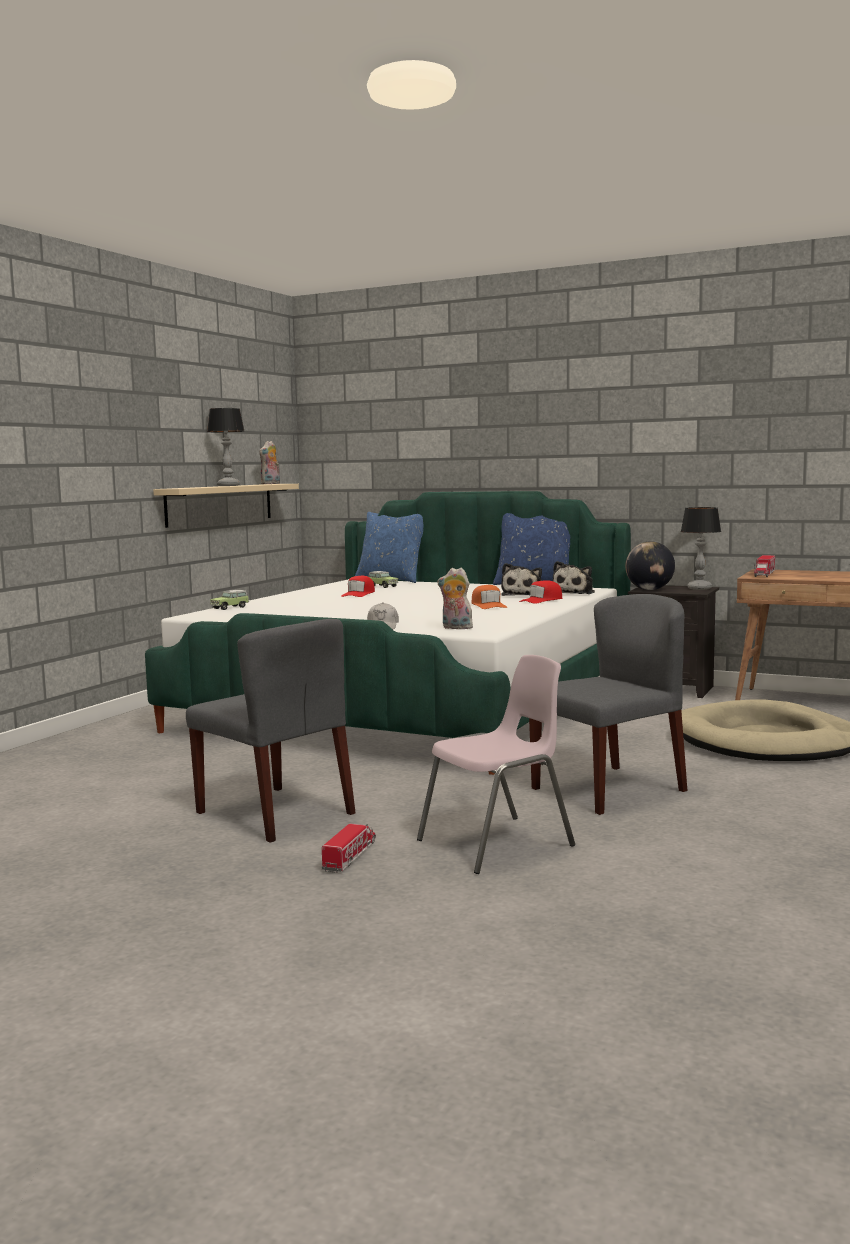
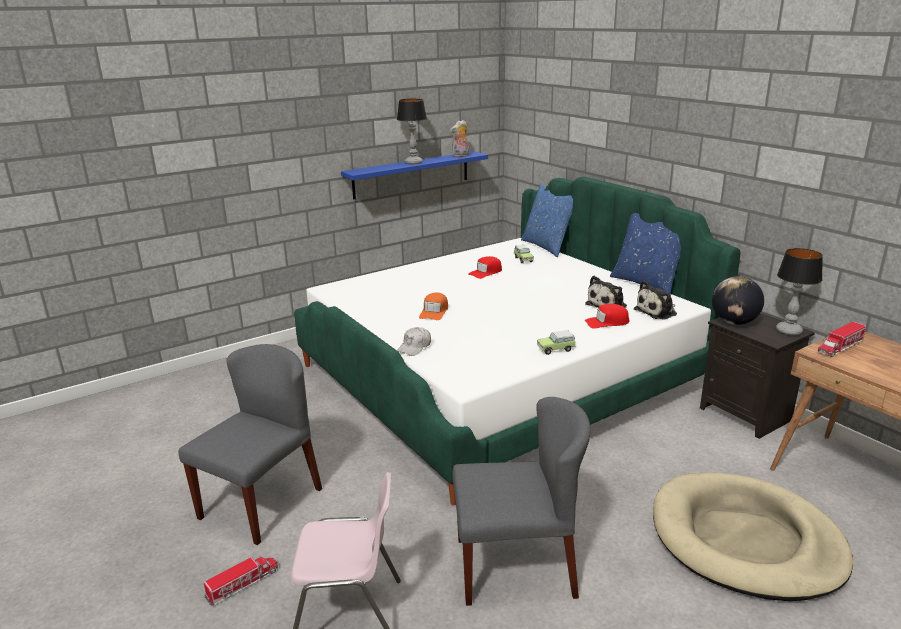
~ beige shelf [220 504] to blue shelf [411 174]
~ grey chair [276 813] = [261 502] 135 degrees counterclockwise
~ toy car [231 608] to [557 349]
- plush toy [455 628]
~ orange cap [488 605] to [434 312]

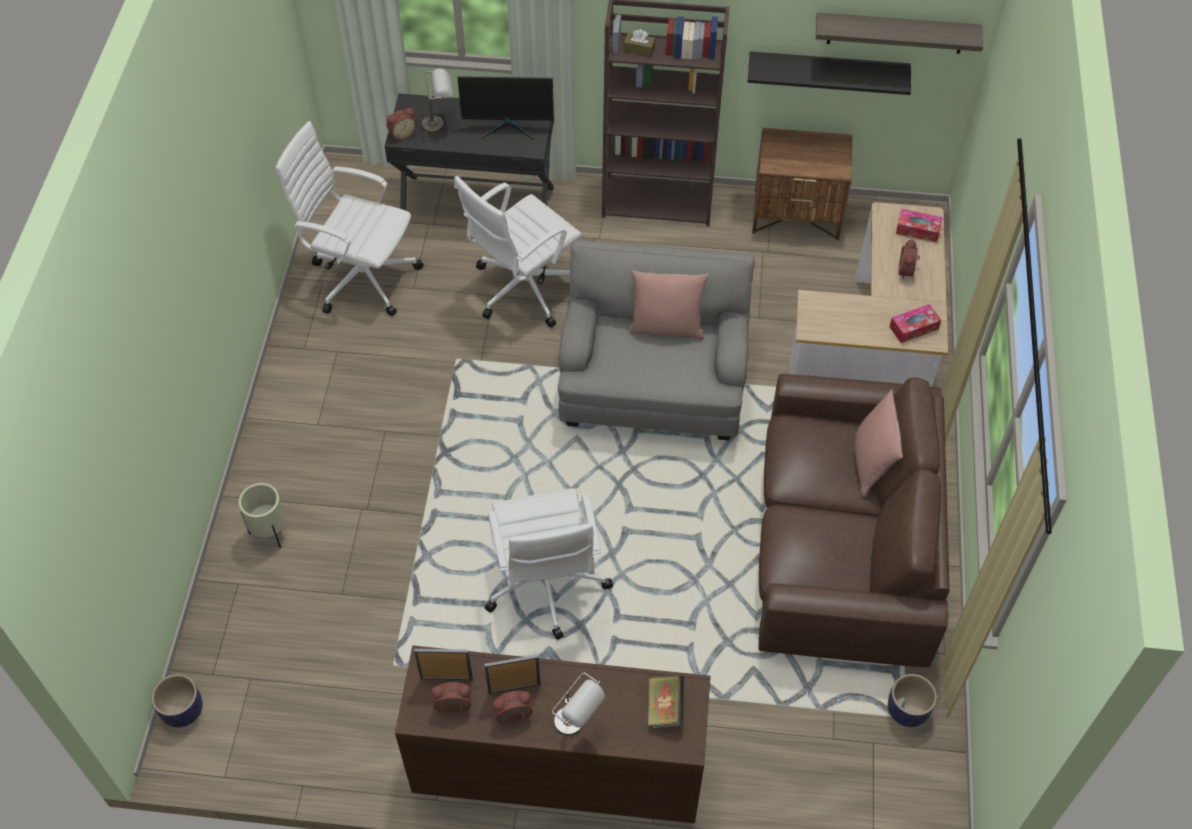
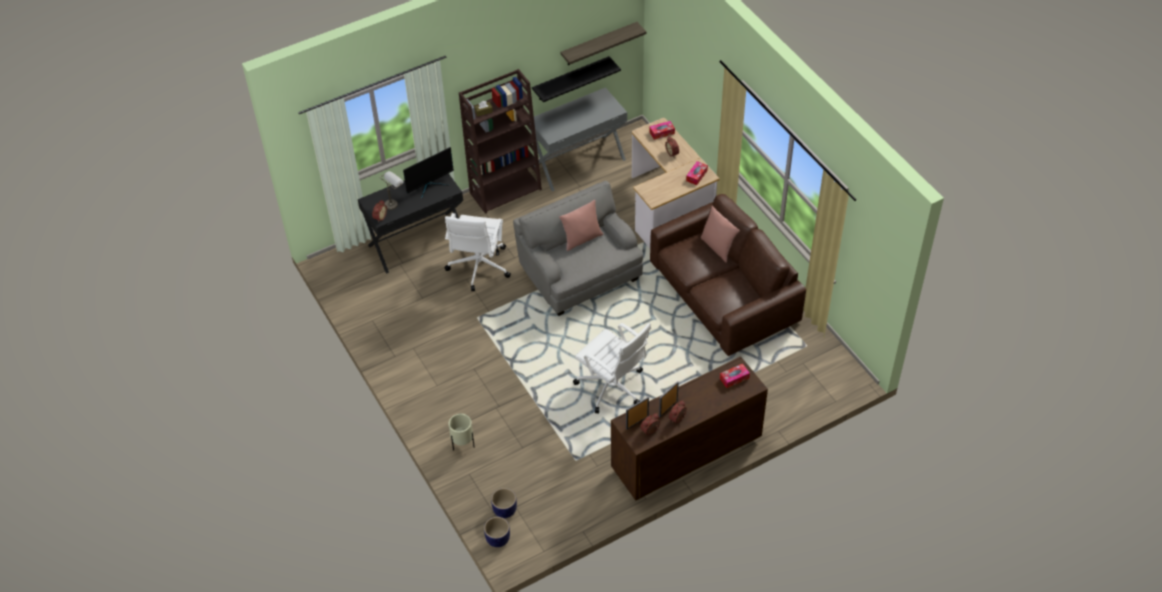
- white office chair [361 276]
- grey table lamp [577 727]
~ book [665 708] to tissue box [734 378]
~ brown nightstand [797 215] to grey desk [578 162]
~ planter [907 711] to [505 510]

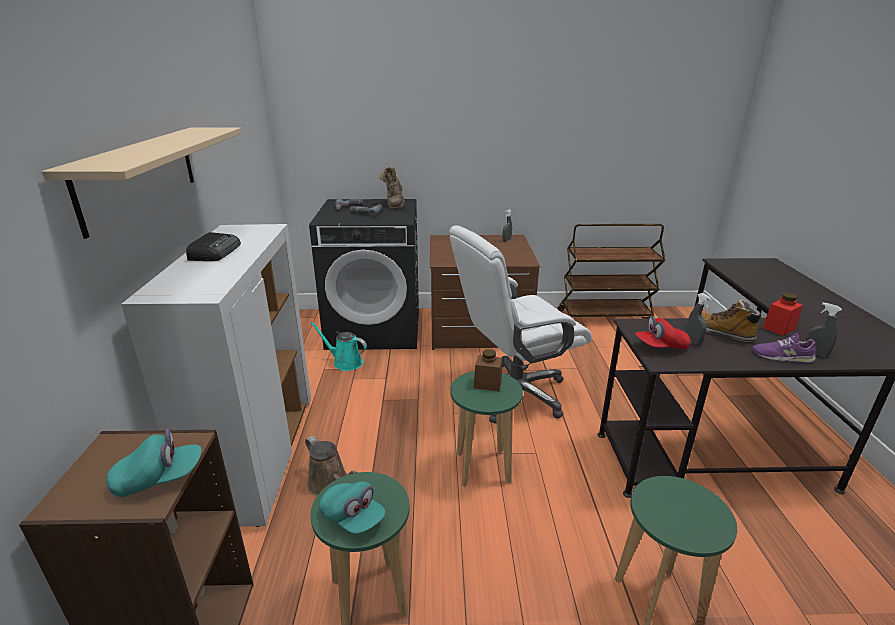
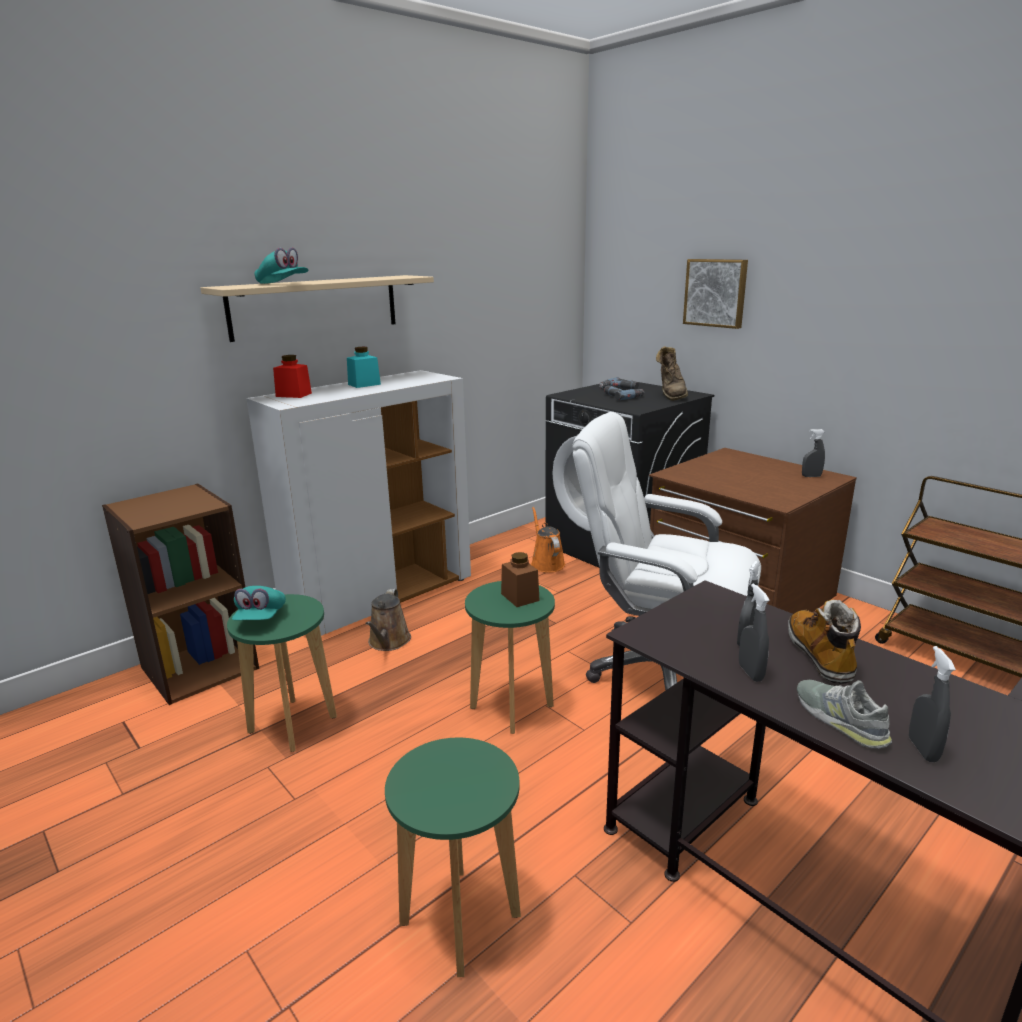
~ turquoise cap [159 478] to [282 284]
~ radio [215 252] to turquoise jar [364 384]
~ turquoise watering can [345 362] to orange watering can [546 563]
~ brown boot [394 205] = [671 395] 45 degrees counterclockwise
- red cap [660 347]
~ purple shoe [782 356] to grey shoe [840 719]
~ red jar [779 328] to [293 395]
+ picture [716 292]
+ grey spray bottle [750 673]

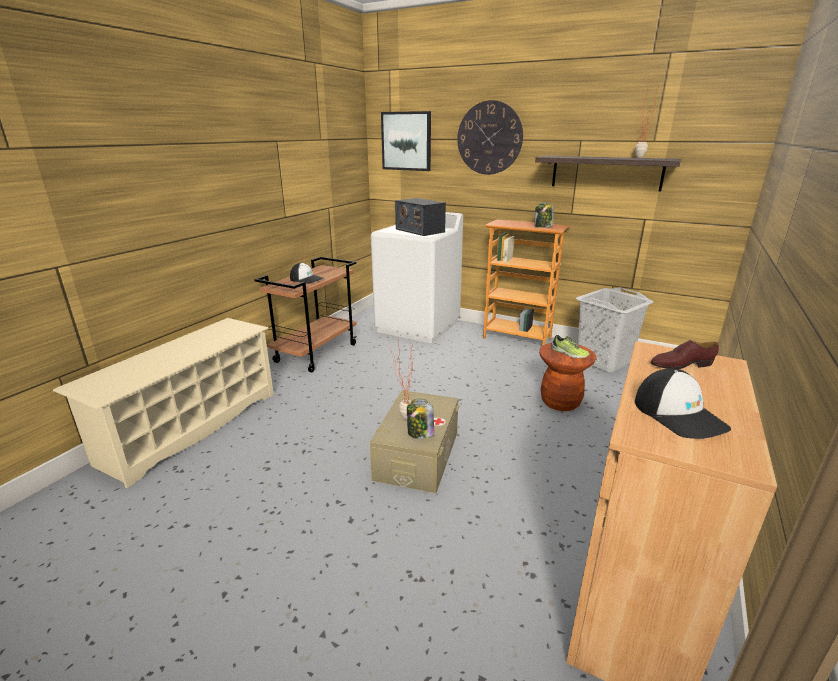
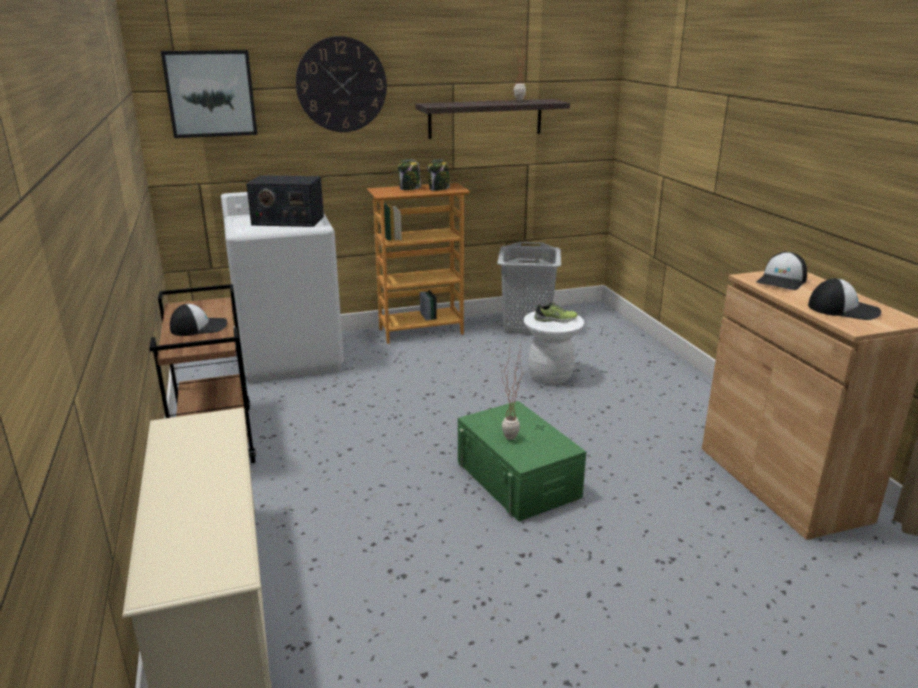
~ beige storage box [417 455] to green storage box [517 479]
~ jar [420 433] to [410 189]
~ brown stool [560 402] to white stool [550 376]
~ brown shoe [681 365] to cap [782 281]

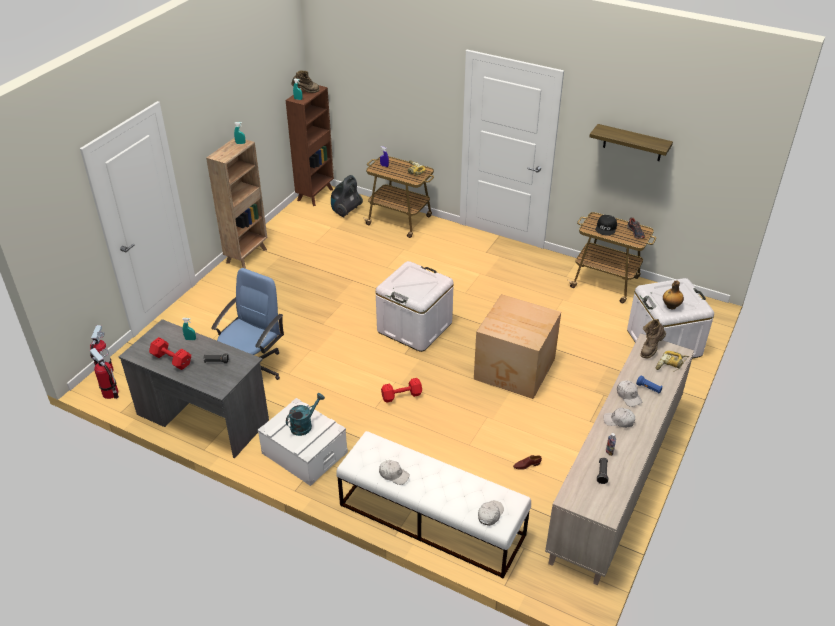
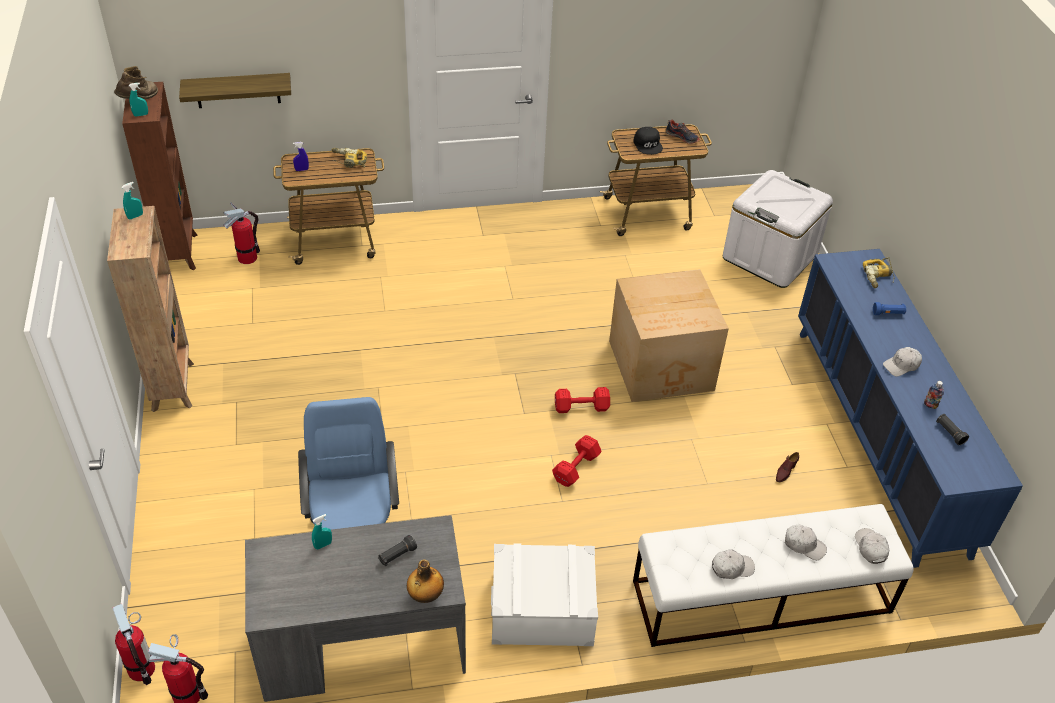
~ red dumbbell [171 359] to [580 407]
- turquoise watering can [304 425]
~ vacuum cleaner [345 211] to fire extinguisher [247 257]
- white storage box [414 327]
~ beige cabinet [616 481] to blue cabinet [879 436]
~ shelf [632 143] to [237 90]
~ white cap [628 396] to [804 545]
- brown boot [650 349]
~ bottle [670 306] to [425 596]

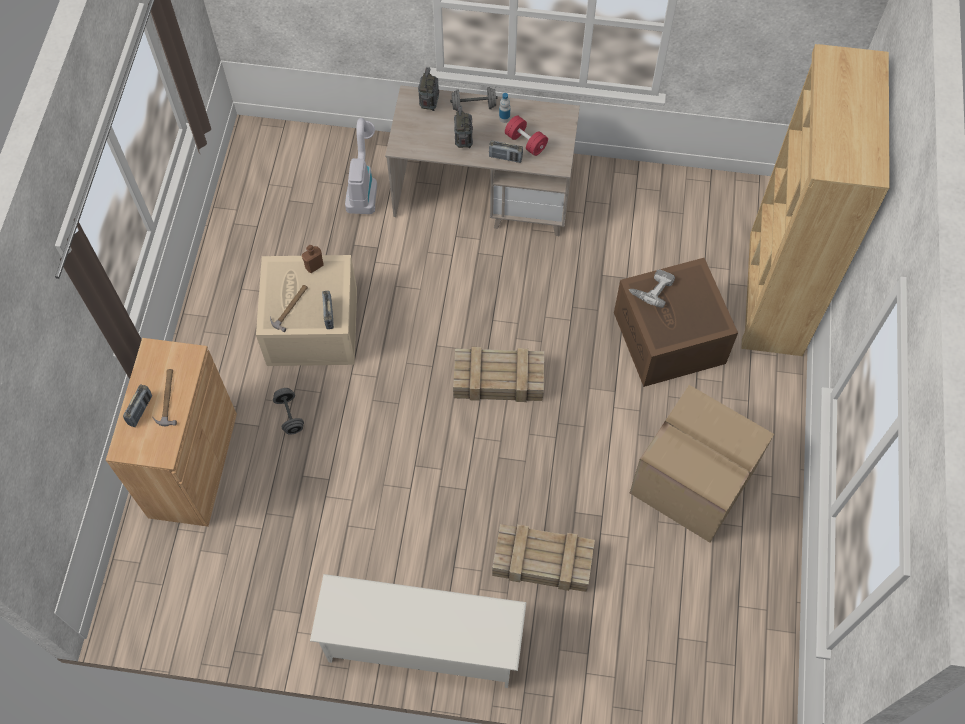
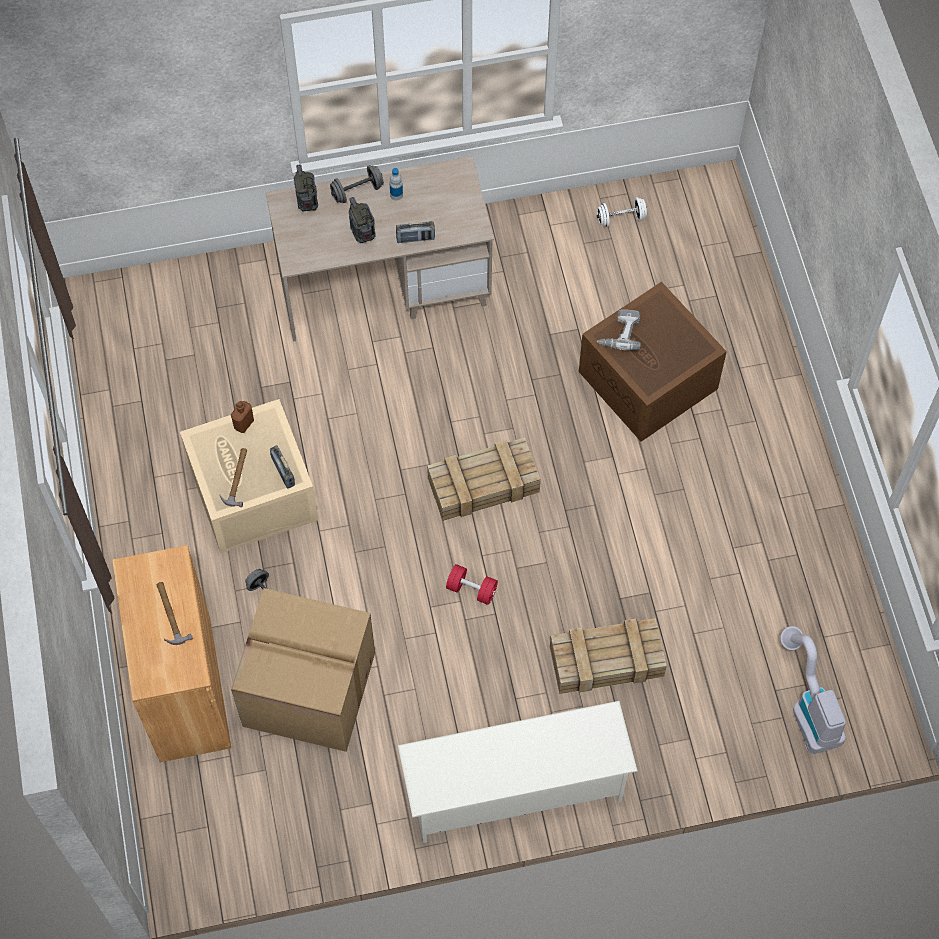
- radio [140 410]
~ vacuum cleaner [363 184] to [808 706]
~ red dumbbell [526 142] to [471 589]
~ cardboard box [690 482] to [307 690]
- brown bookcase [774 293]
+ white dumbbell [621 218]

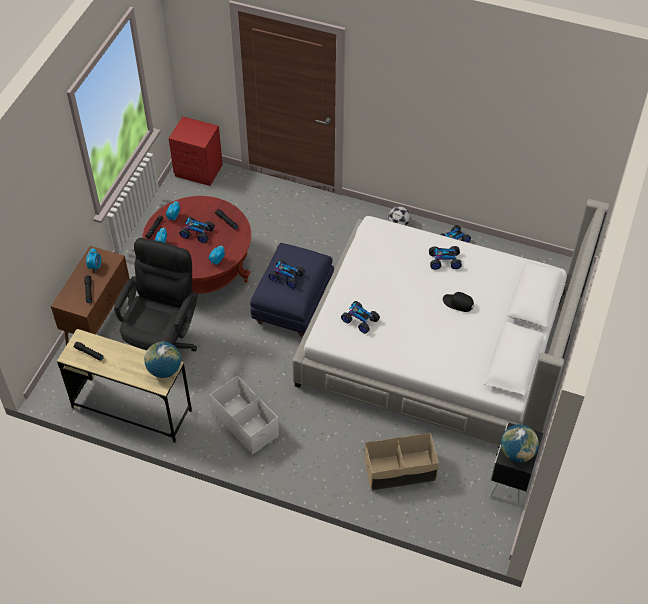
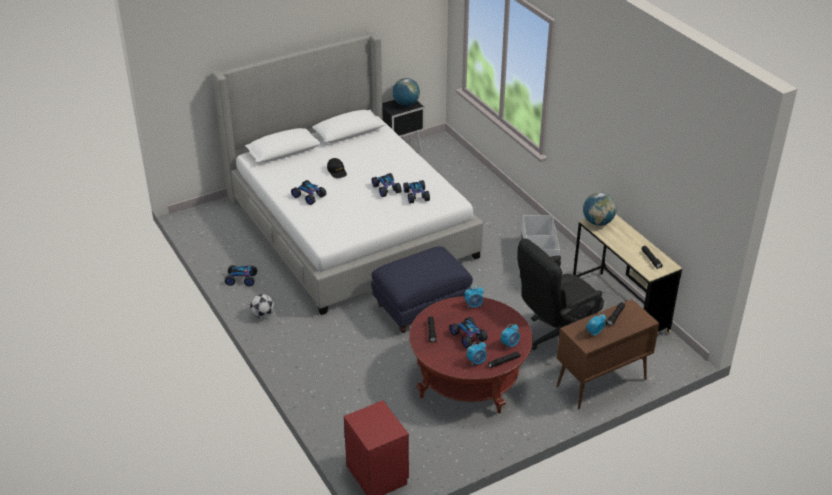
~ toy car [286 277] to [387 189]
- beige storage box [400 471]

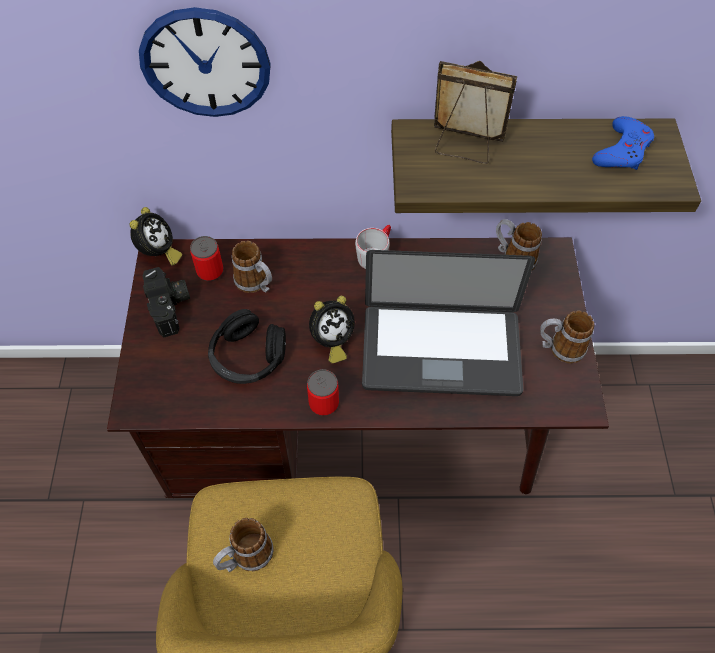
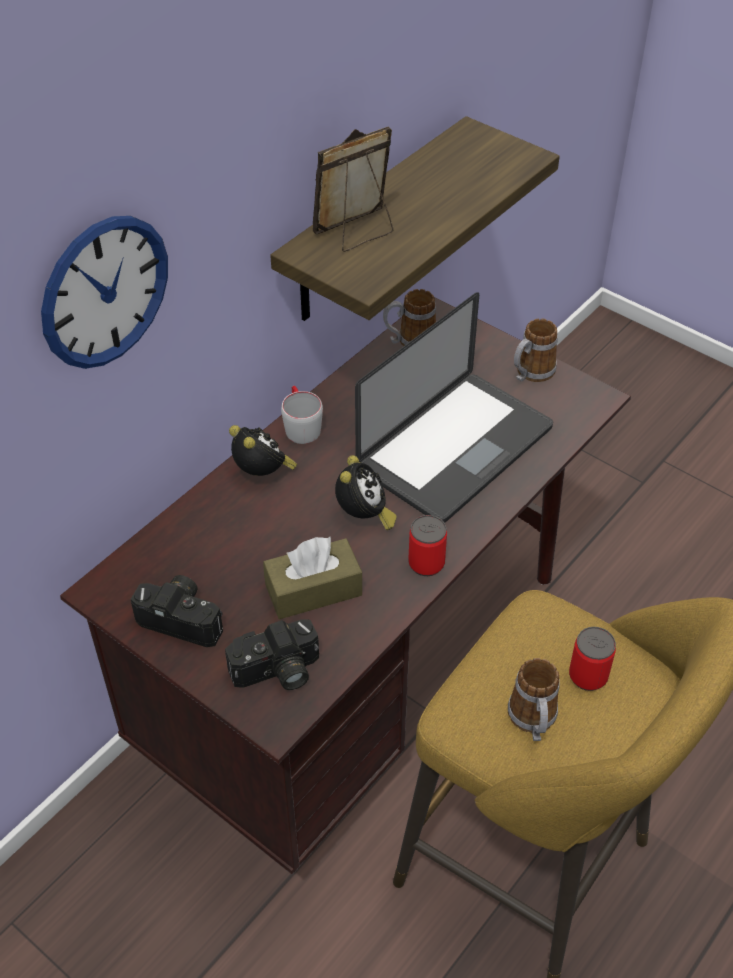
~ alarm clock [159 253] to [263 474]
~ can [210 271] to [588 676]
~ black headphones [247 356] to brown tissue box [313 590]
- mug [256 284]
- blue game controller [622 150]
+ photo camera [277 673]

